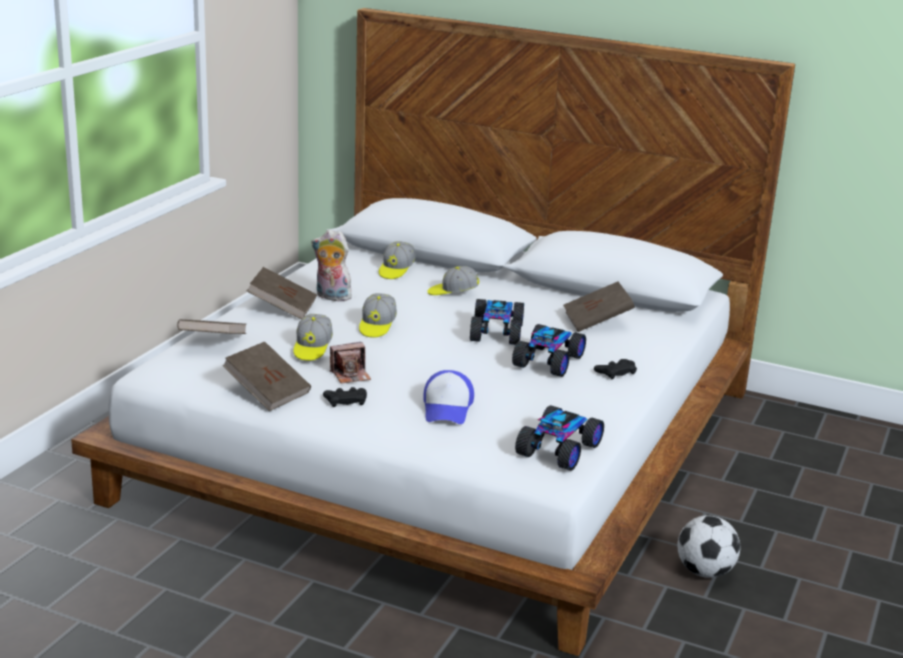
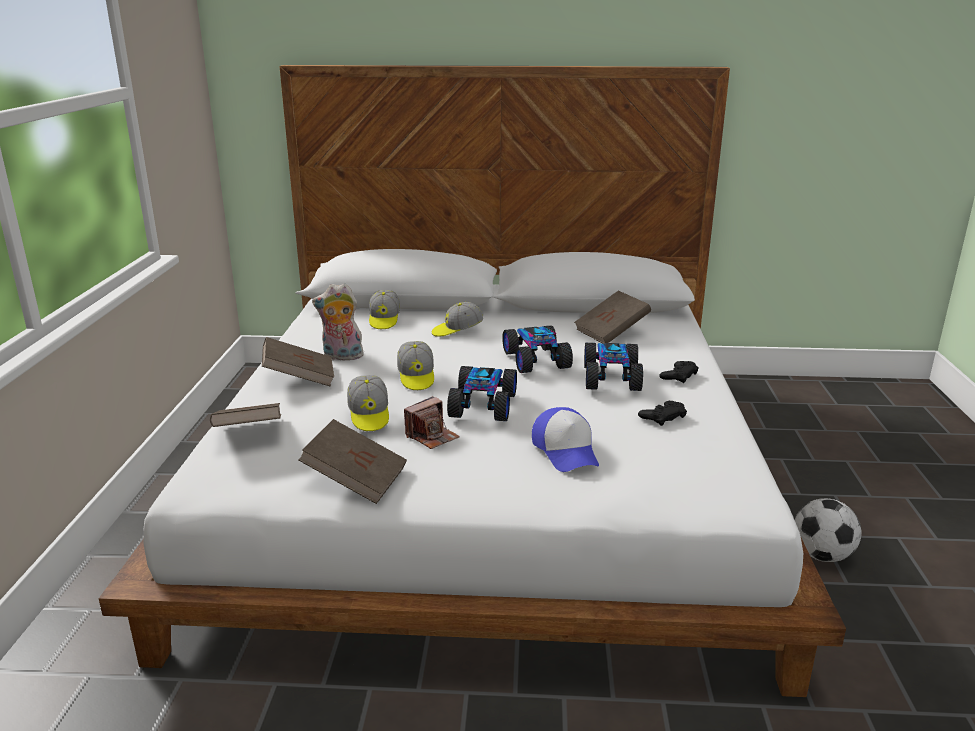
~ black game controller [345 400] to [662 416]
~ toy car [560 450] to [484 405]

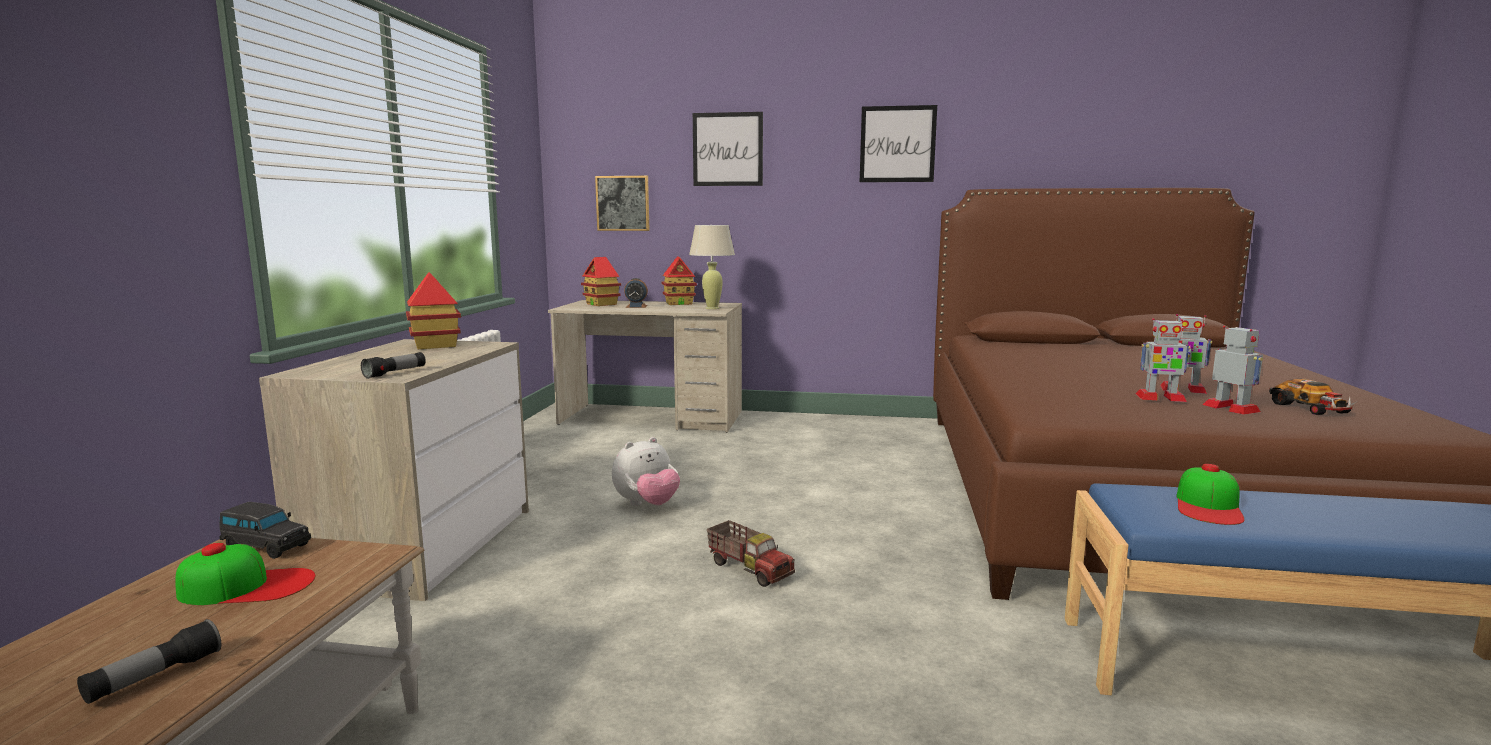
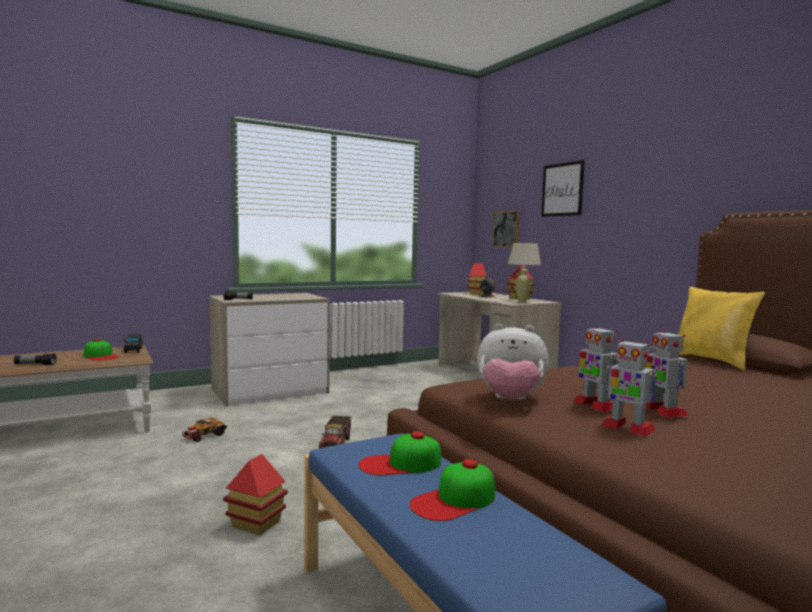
~ toy house [435 345] to [256 524]
~ plush toy [647 505] to [510 400]
- picture [897 144]
~ toy robot [1231 408] = [626 427] 105 degrees clockwise
~ toy car [1310 408] to [203 436]
+ cap [454 500]
+ yellow pillow [711 361]

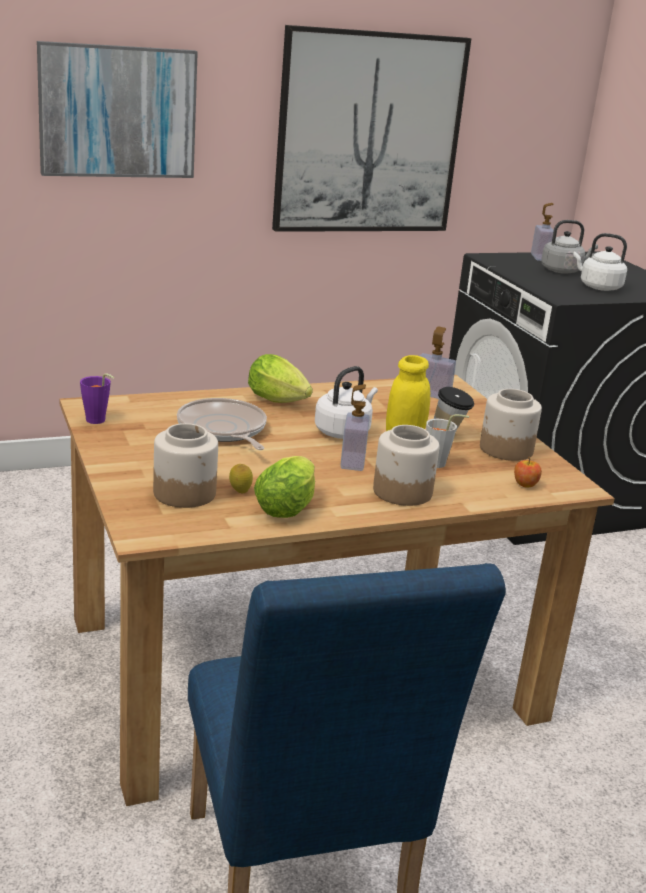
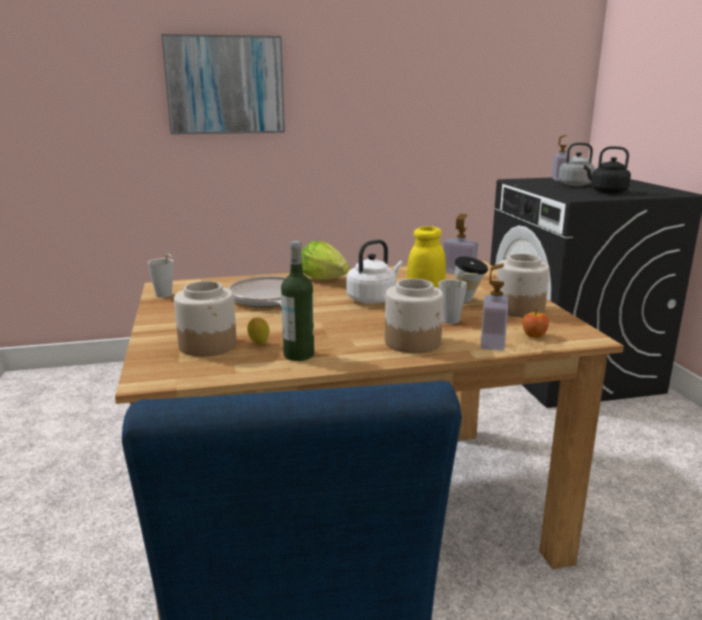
~ purple cup [98 421] to grey cup [165 296]
~ lettuce [288 506] to bottle [299 355]
- picture [369 133]
~ soap dispenser [353 461] to [492 342]
~ white kettle [598 287] to black kettle [606 192]

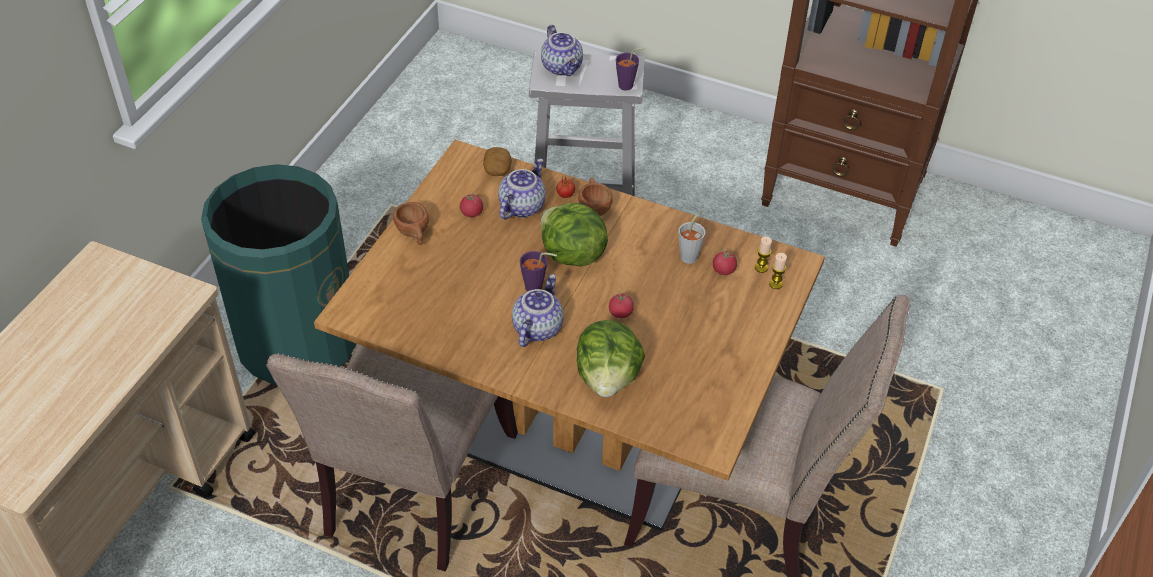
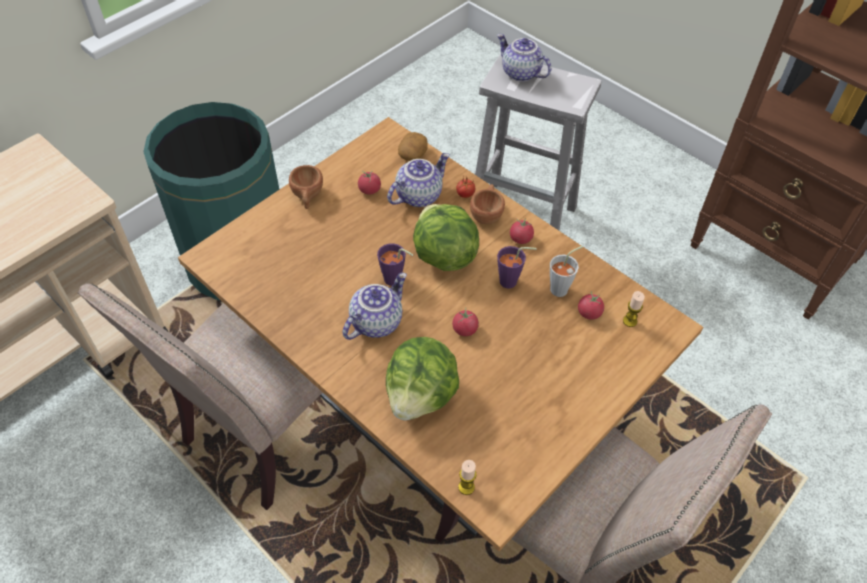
~ teapot [563 67] = [520 73] 135 degrees clockwise
~ purple cup [629 85] to [512 282]
~ candle [775 284] to [466 487]
+ tomato [520 238]

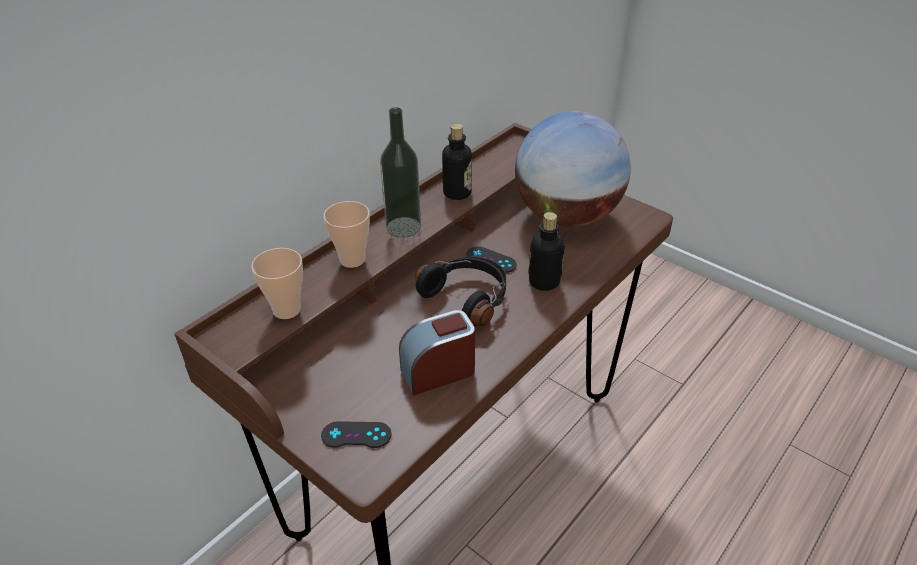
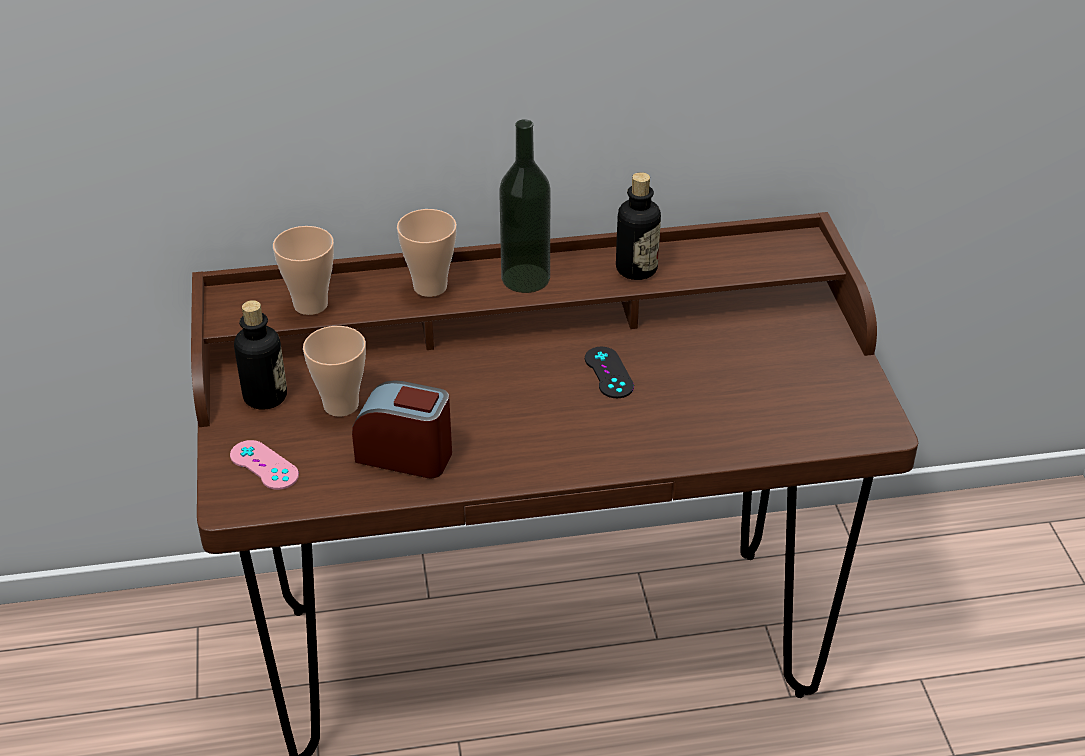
~ black game controller [356 435] to pink game controller [264 465]
- black headphones [468 298]
- globe [567 216]
~ bottle [544 282] to [265 396]
+ cup [341 405]

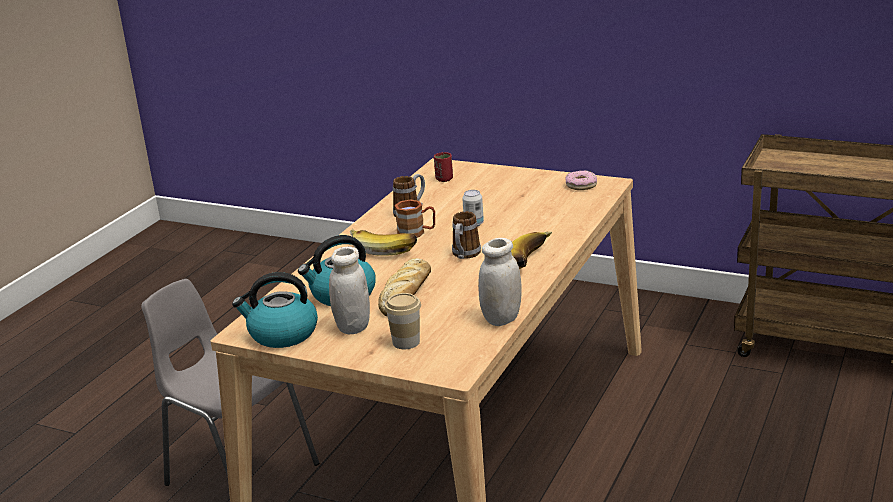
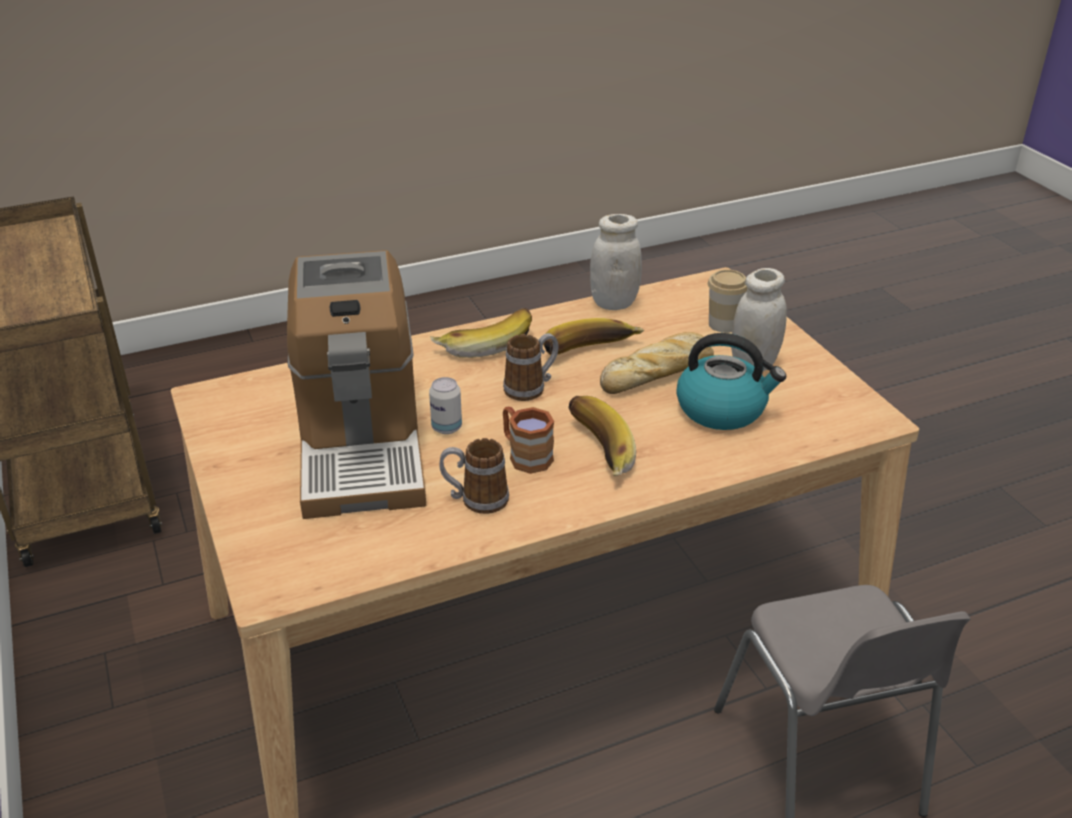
- kettle [282 334]
- red cup [444 179]
- donut [581 185]
+ coffee machine [361 445]
+ banana [591 353]

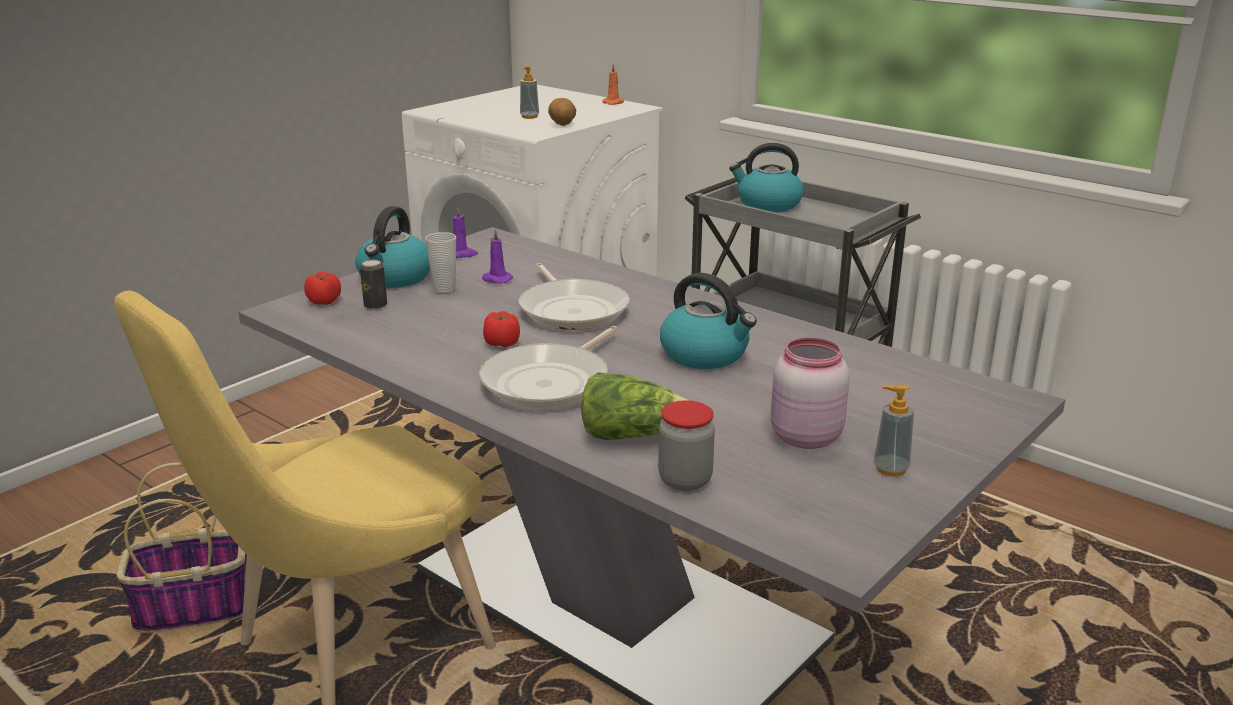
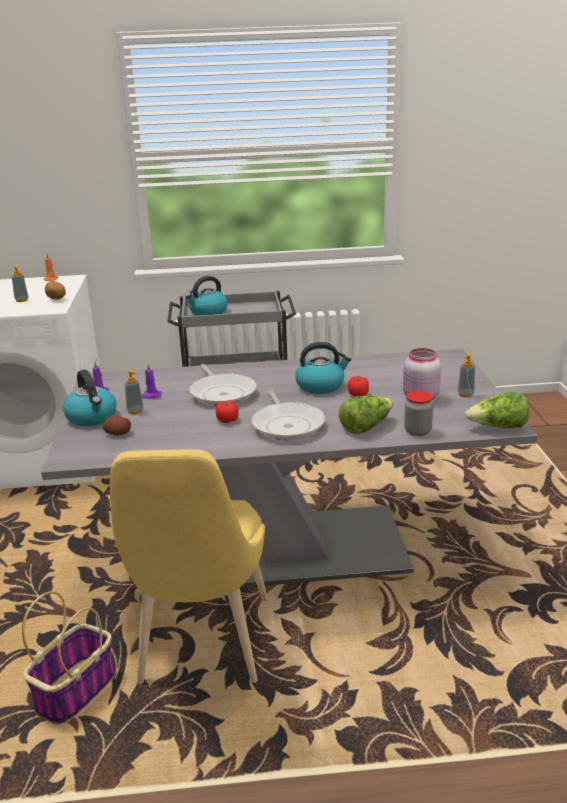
~ tomato [325 301] to [358 394]
~ can [375 305] to potato [118 433]
~ cup [444 289] to soap dispenser [135 411]
~ frying pan [572 309] = [222 393] 45 degrees clockwise
+ lettuce [498 427]

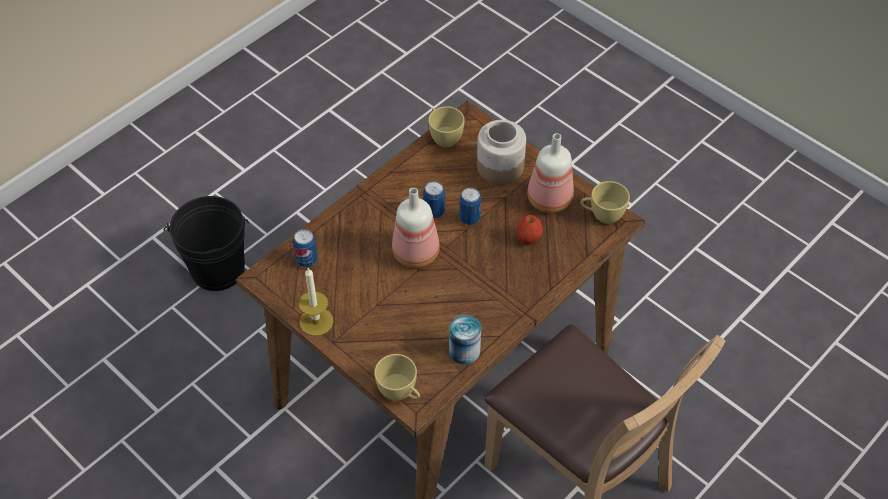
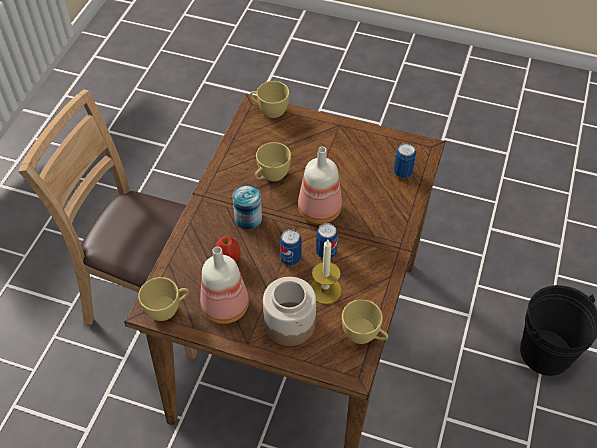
~ candle [316 321] to [325 290]
~ can [464 351] to [248 218]
+ yellow cup [271 176]

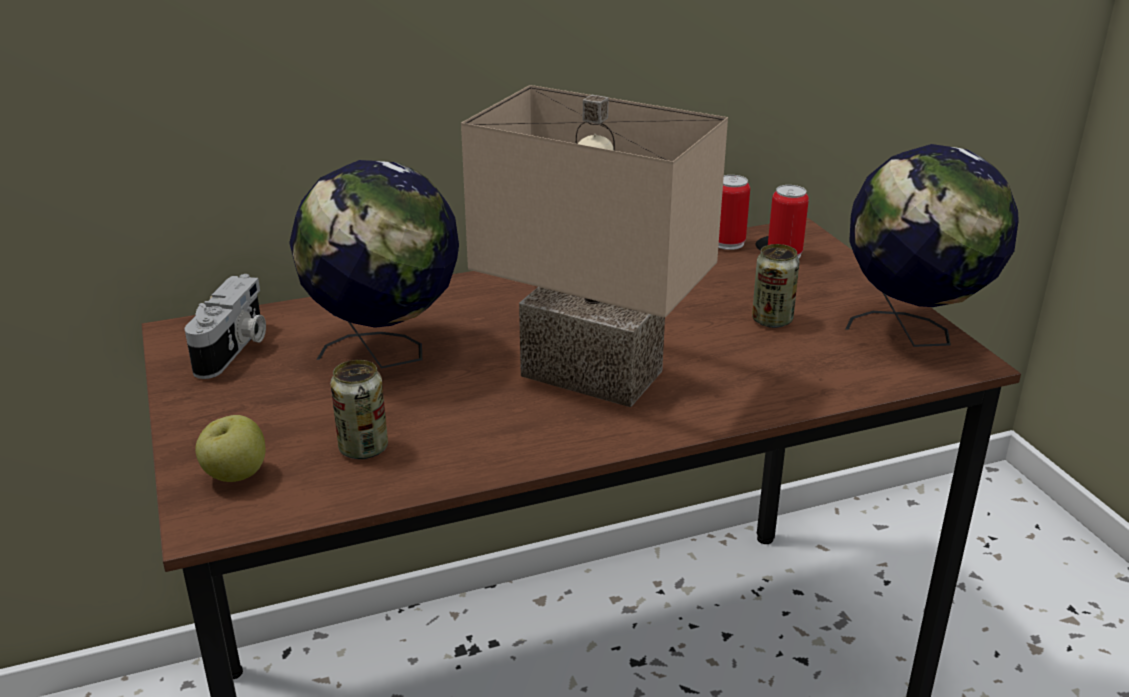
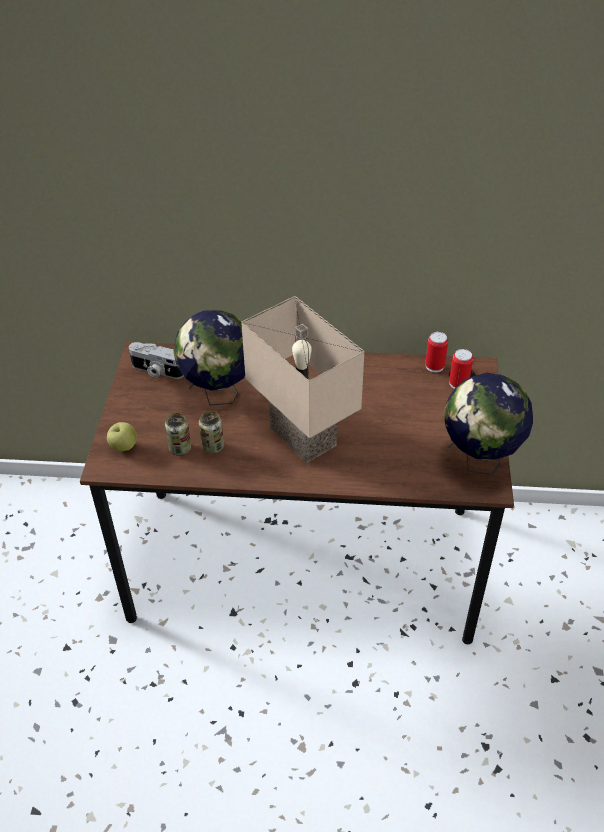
~ photo camera [234 348] = [156 371] 75 degrees clockwise
~ can [772 320] to [213 447]

